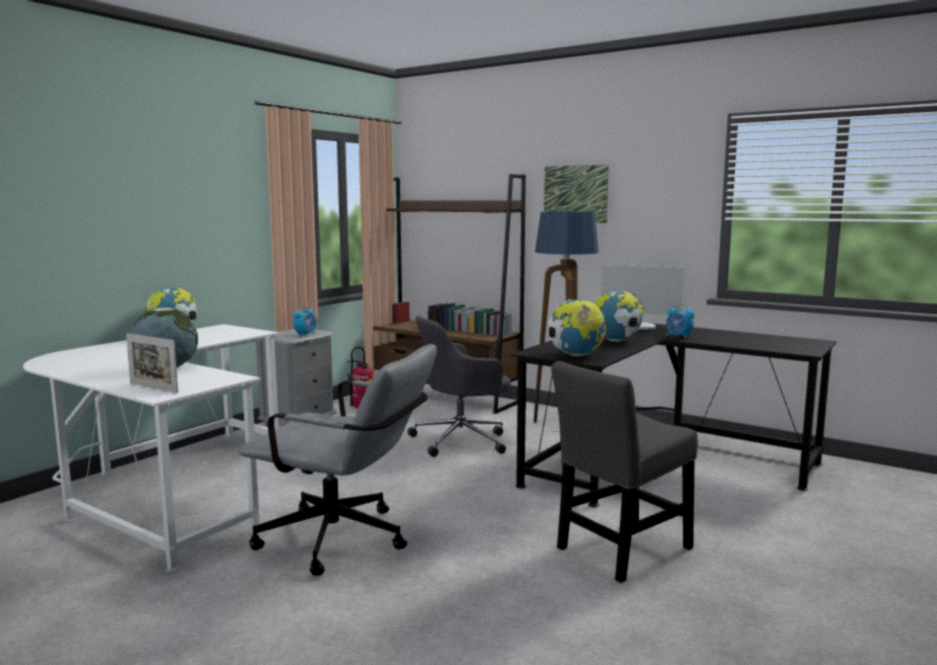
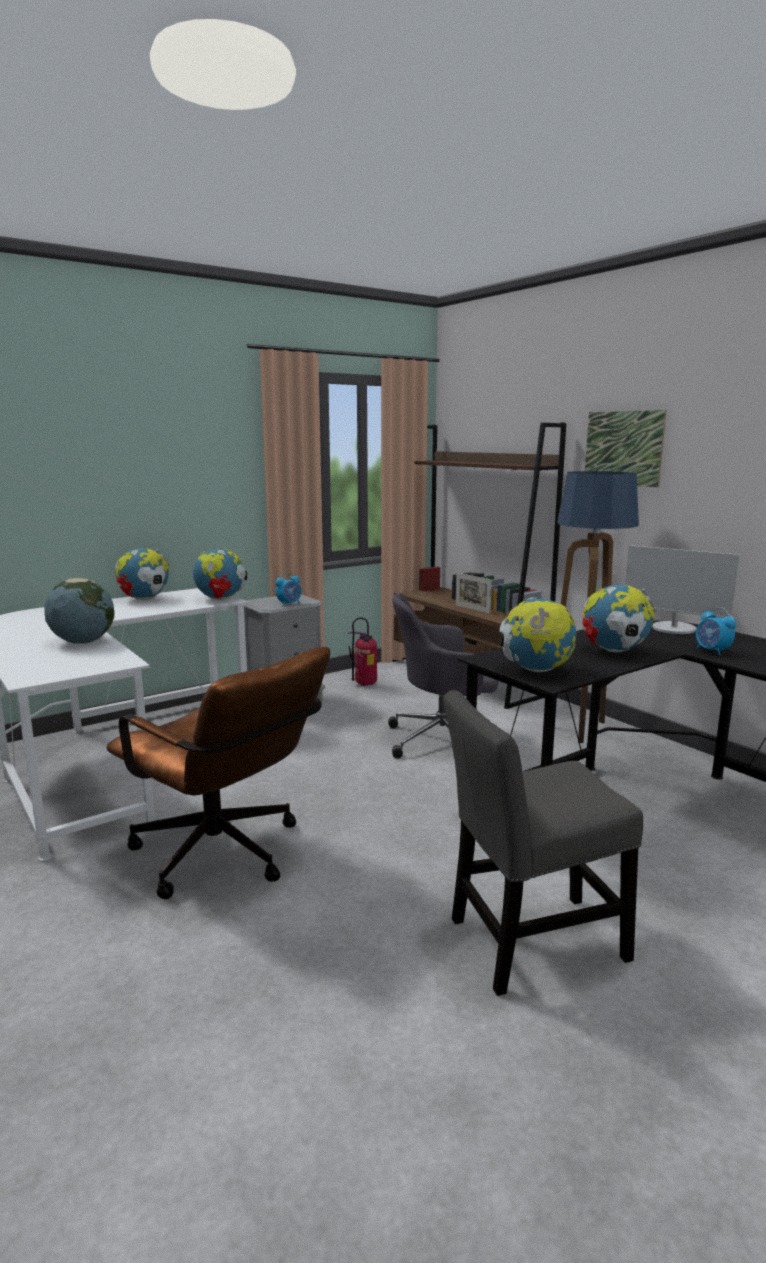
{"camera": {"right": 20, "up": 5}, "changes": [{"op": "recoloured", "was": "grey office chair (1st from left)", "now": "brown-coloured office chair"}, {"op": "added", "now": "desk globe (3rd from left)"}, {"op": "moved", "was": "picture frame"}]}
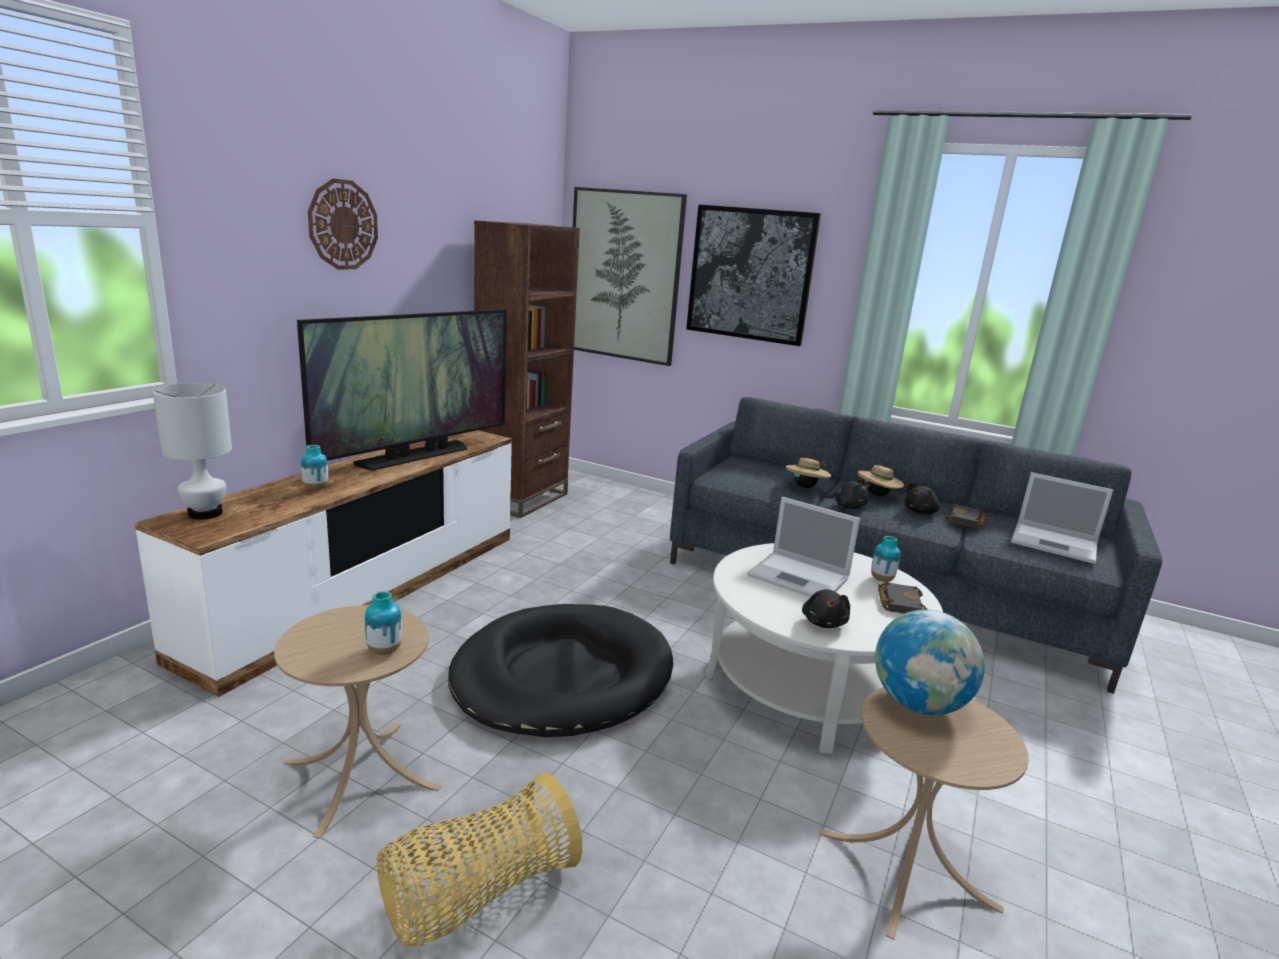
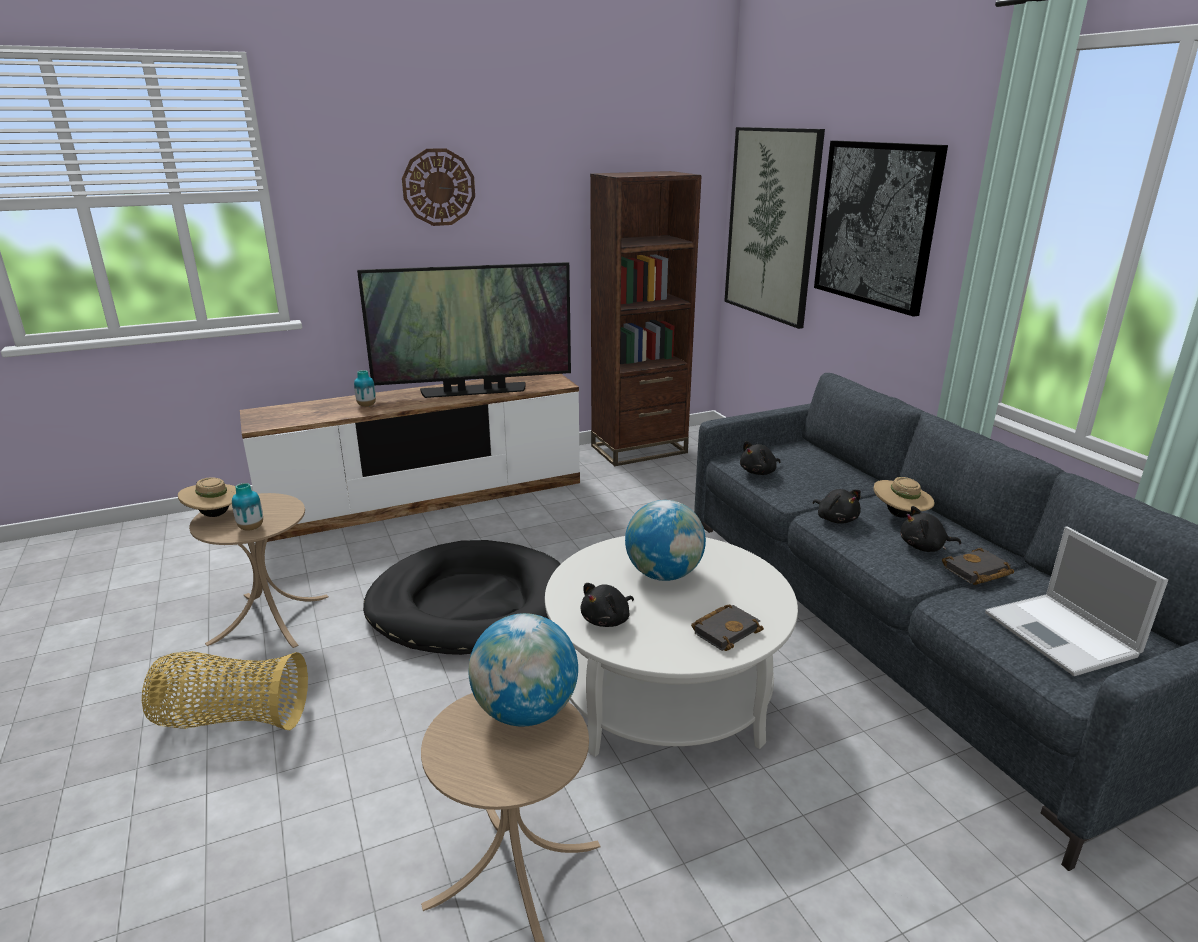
{"camera": {"right": 40, "up": 5}, "changes": [{"op": "moved", "was": "beige clothing hat (1st from left)"}, {"op": "replaced", "was": "laptop (1st from left)", "now": "desk globe (2nd from left)"}, {"op": "added", "now": "black plush toy (2nd from left)"}, {"op": "removed", "was": "white tabletop lamp"}, {"op": "removed", "was": "vase (3rd from left)"}]}
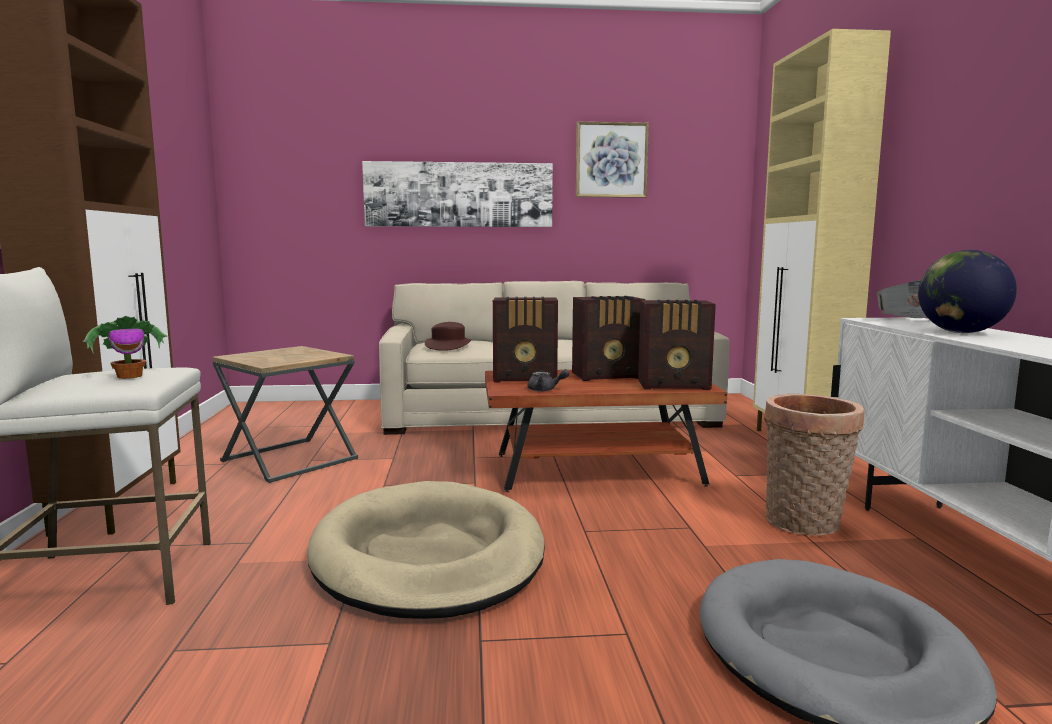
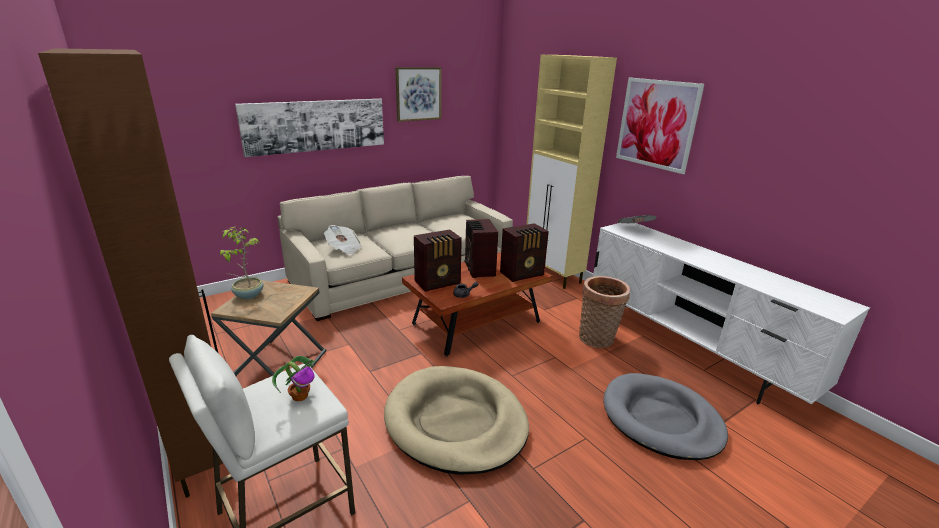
{"camera": {"right": -30, "up": 15}, "changes": [{"op": "added", "now": "potted plant (1st from left)"}, {"op": "replaced", "was": "brown-coloured clothing hat", "now": "daily paper (1st from left)"}, {"op": "turned", "was": "radio receiver (2nd from left)", "clockwise": 120}, {"op": "added", "now": "wall picture (3rd from left)"}, {"op": "removed", "was": "desk globe"}]}
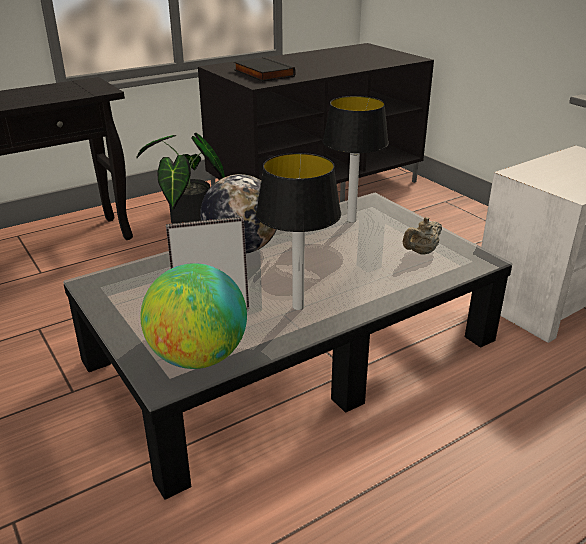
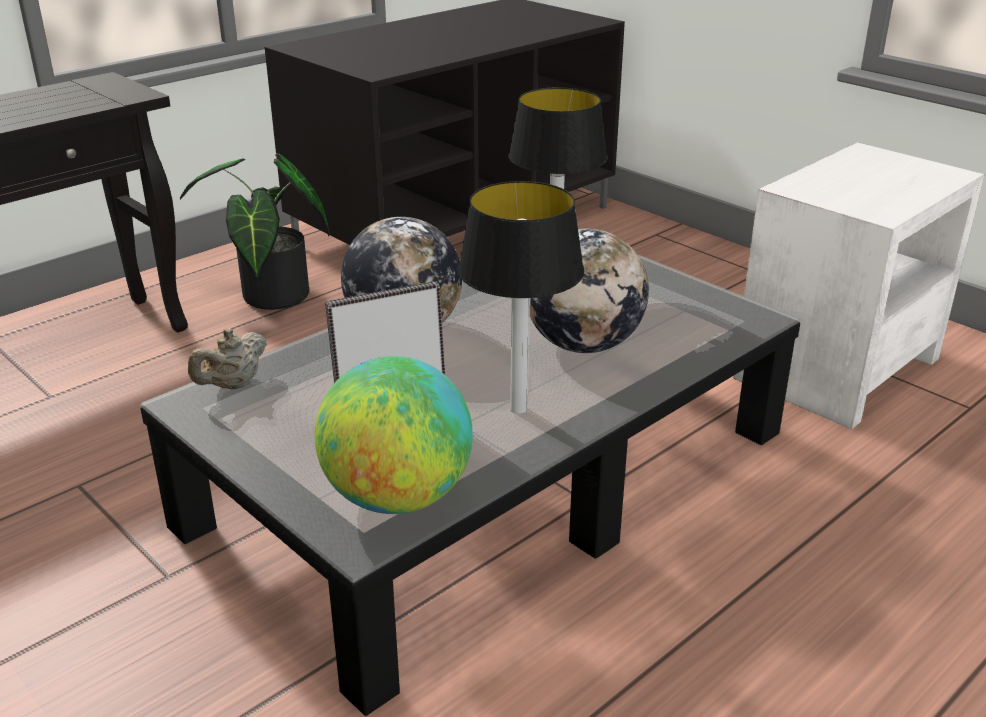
{"camera": {"right": -10, "up": 0}, "changes": [{"op": "moved", "was": "beige pot for tea"}, {"op": "added", "now": "desk globe (3rd from left)"}, {"op": "removed", "was": "black bound book"}]}
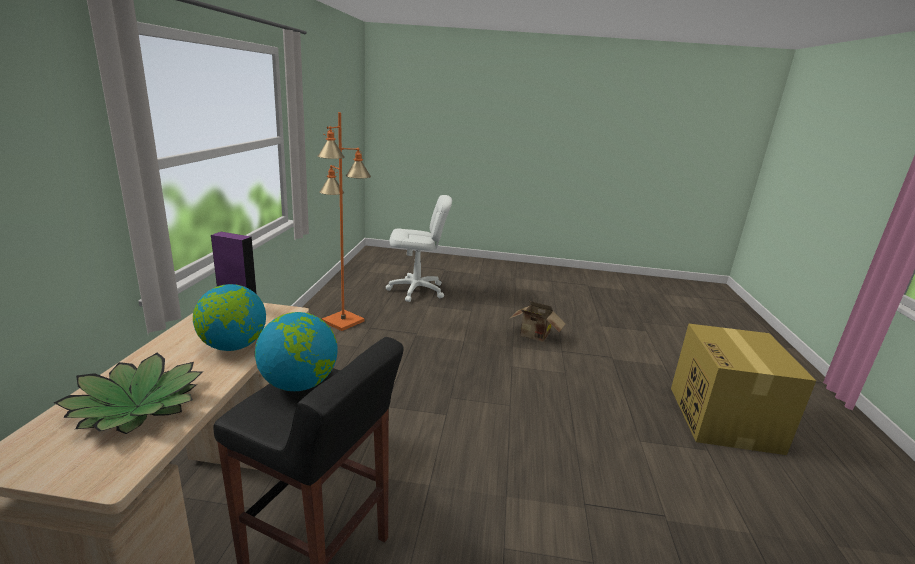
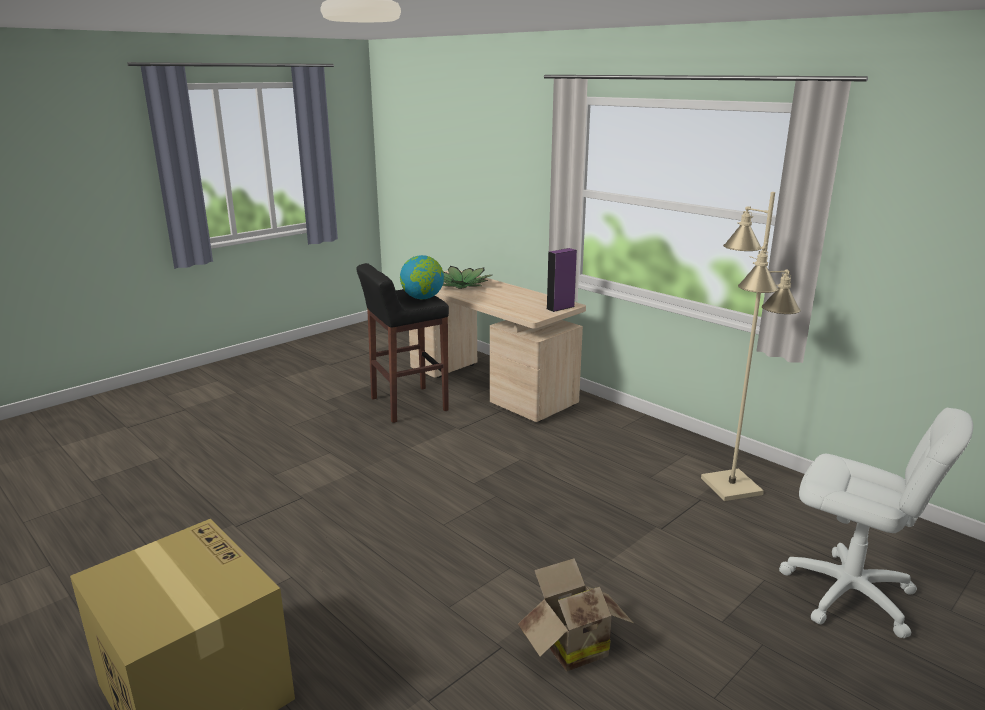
{"camera": {"right": 130, "up": 0}, "changes": [{"op": "recoloured", "was": "orange standard lamp", "now": "beige standard lamp"}, {"op": "turned", "was": "white office chair", "clockwise": -90}, {"op": "removed", "was": "desk globe (1st from left)"}]}
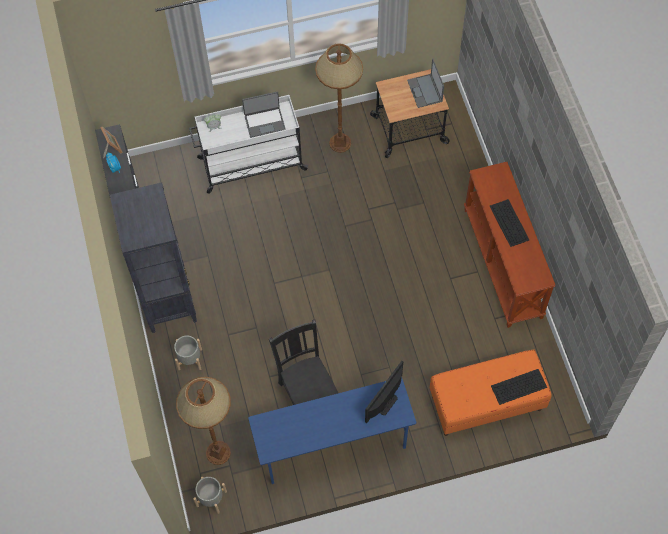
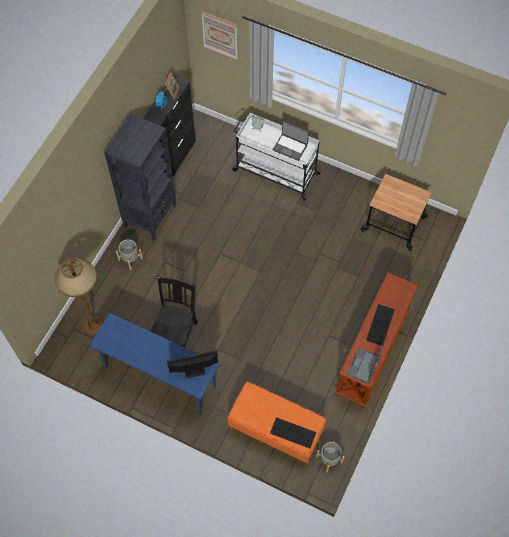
{"camera": {"right": 40, "up": 0}, "changes": [{"op": "added", "now": "wall picture"}, {"op": "moved", "was": "grey flower pot (2nd from left)"}, {"op": "moved", "was": "laptop (2nd from left)"}, {"op": "removed", "was": "brown-coloured standard lamp (2nd from left)"}]}
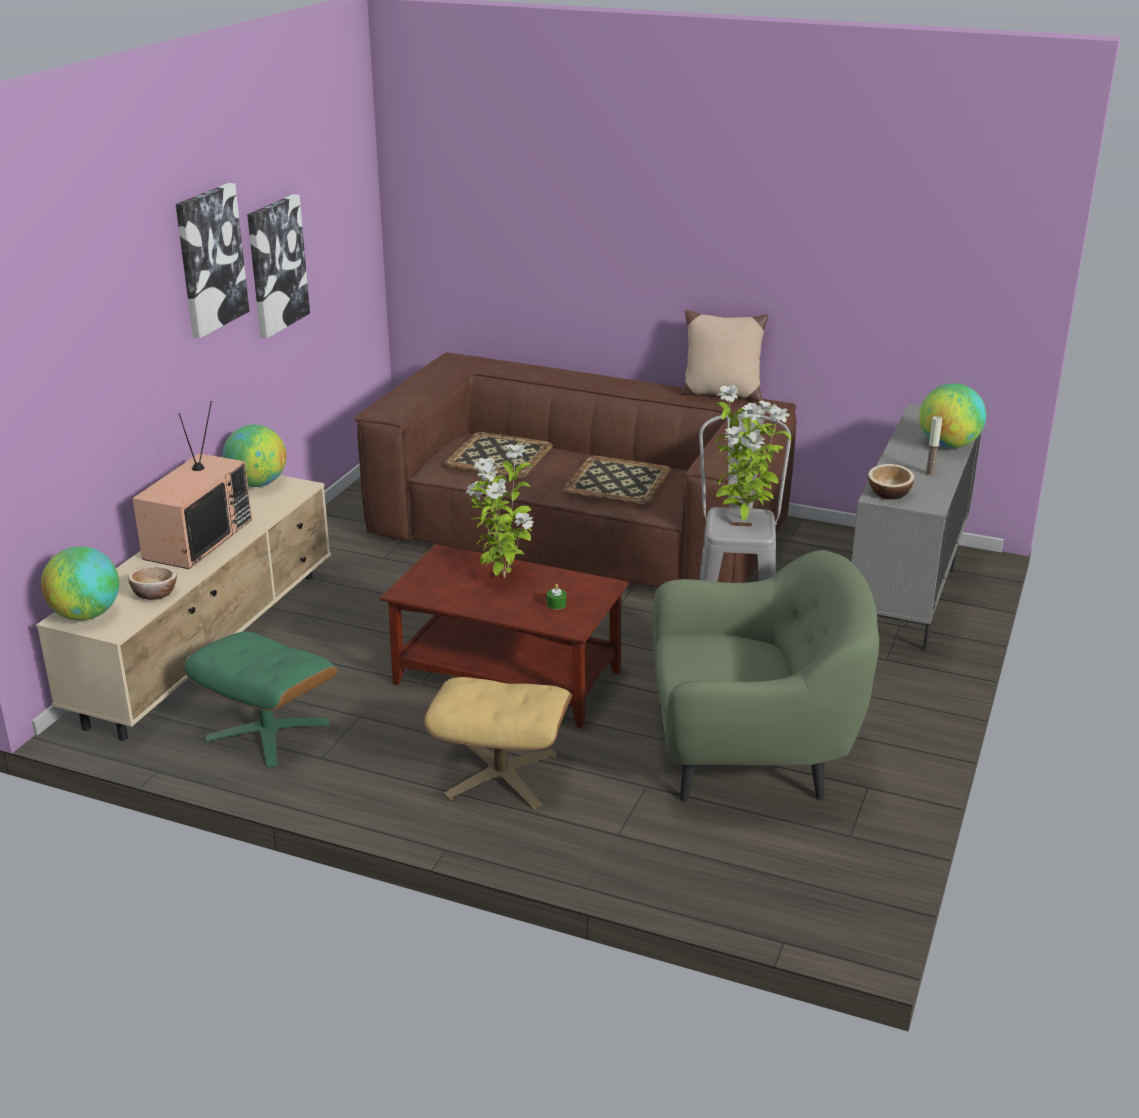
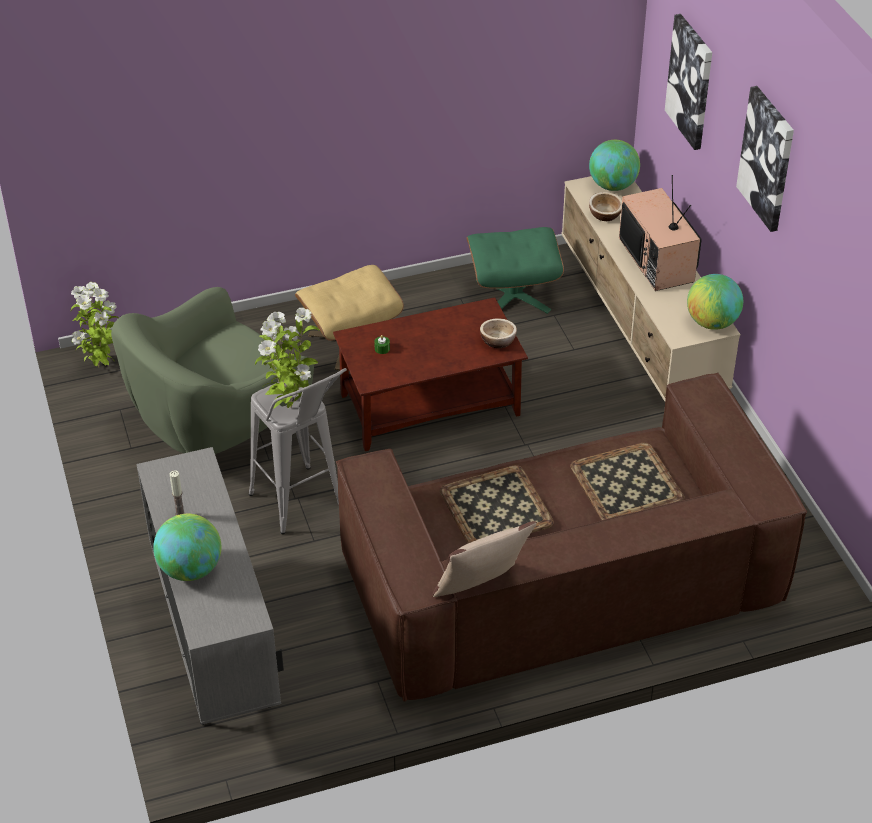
{"camera": {"right": 140, "up": 15}, "changes": [{"op": "moved", "was": "potted plant (1st from left)"}, {"op": "moved", "was": "serving bowl (2nd from left in the first image)", "now": "serving bowl (1st from left)"}, {"op": "moved", "was": "wall picture (2nd from left in the first image)", "now": "wall picture (1st from left)"}]}
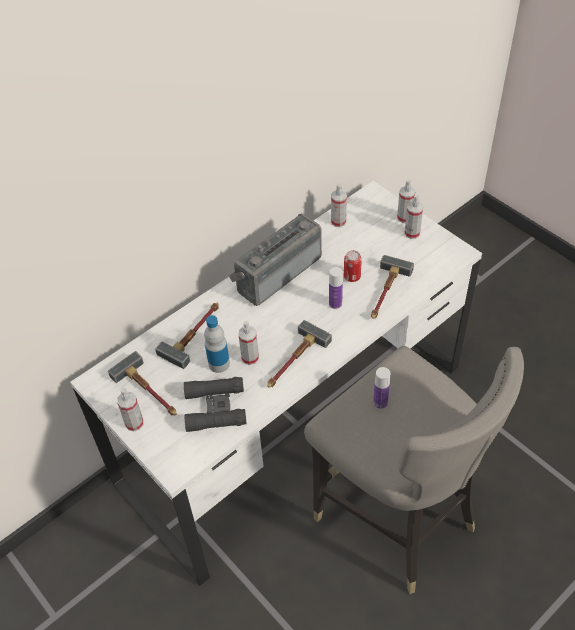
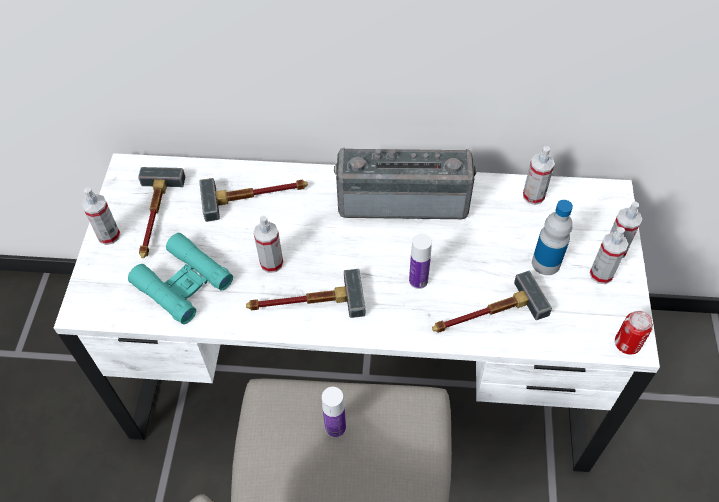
{"camera": {"right": 45, "up": 5}, "changes": [{"op": "recoloured", "was": "black field glasses", "now": "blue-green field glasses"}, {"op": "moved", "was": "bottle (1st from left in the first image)", "now": "bottle (3rd from left)"}, {"op": "moved", "was": "sealed can"}]}
